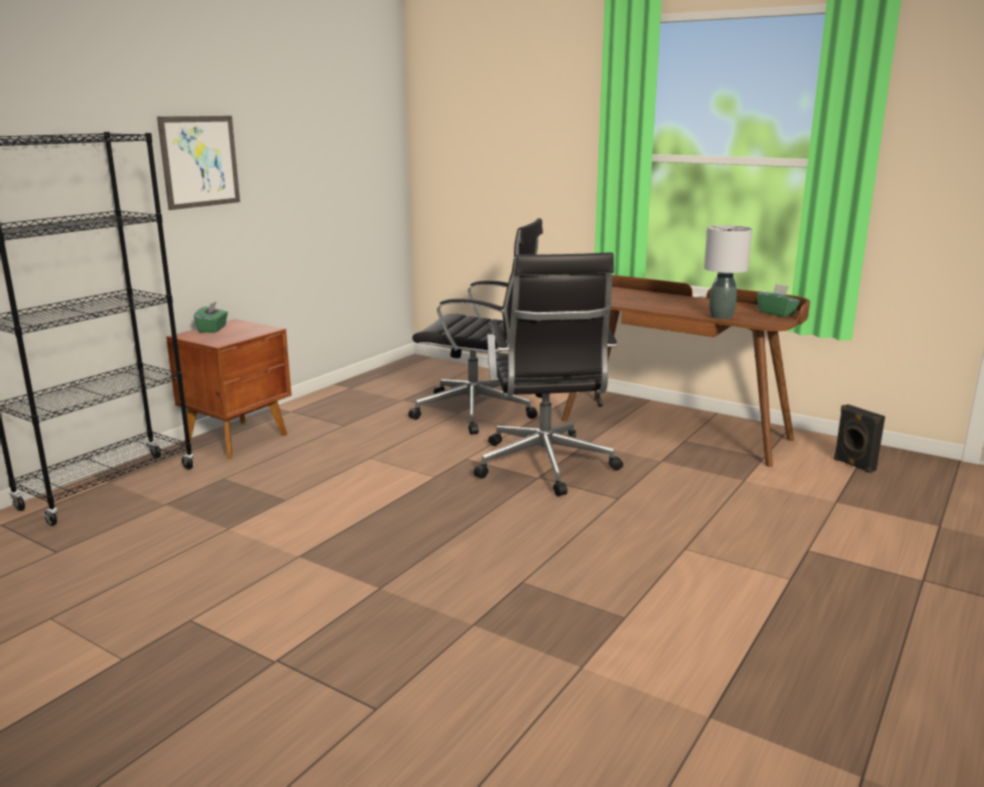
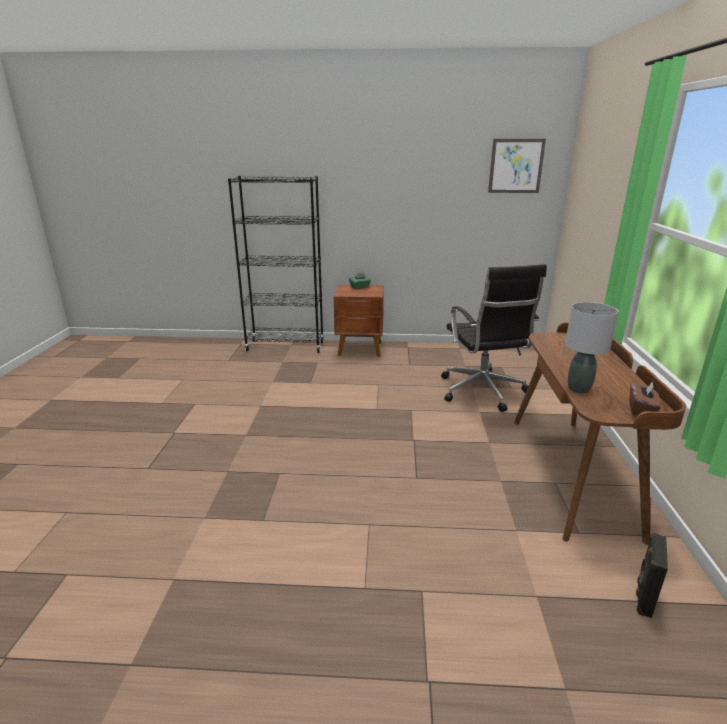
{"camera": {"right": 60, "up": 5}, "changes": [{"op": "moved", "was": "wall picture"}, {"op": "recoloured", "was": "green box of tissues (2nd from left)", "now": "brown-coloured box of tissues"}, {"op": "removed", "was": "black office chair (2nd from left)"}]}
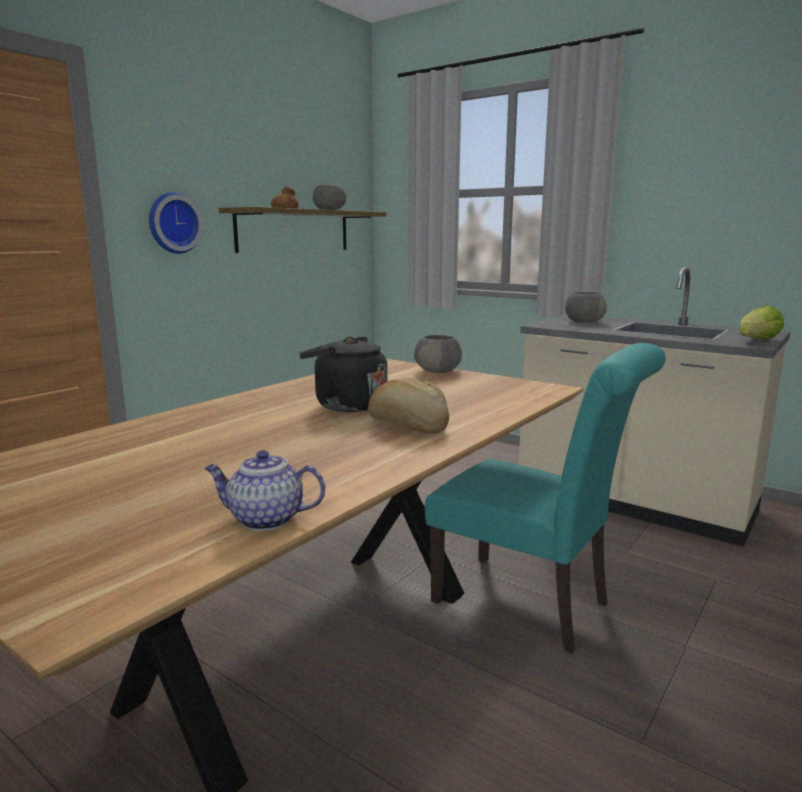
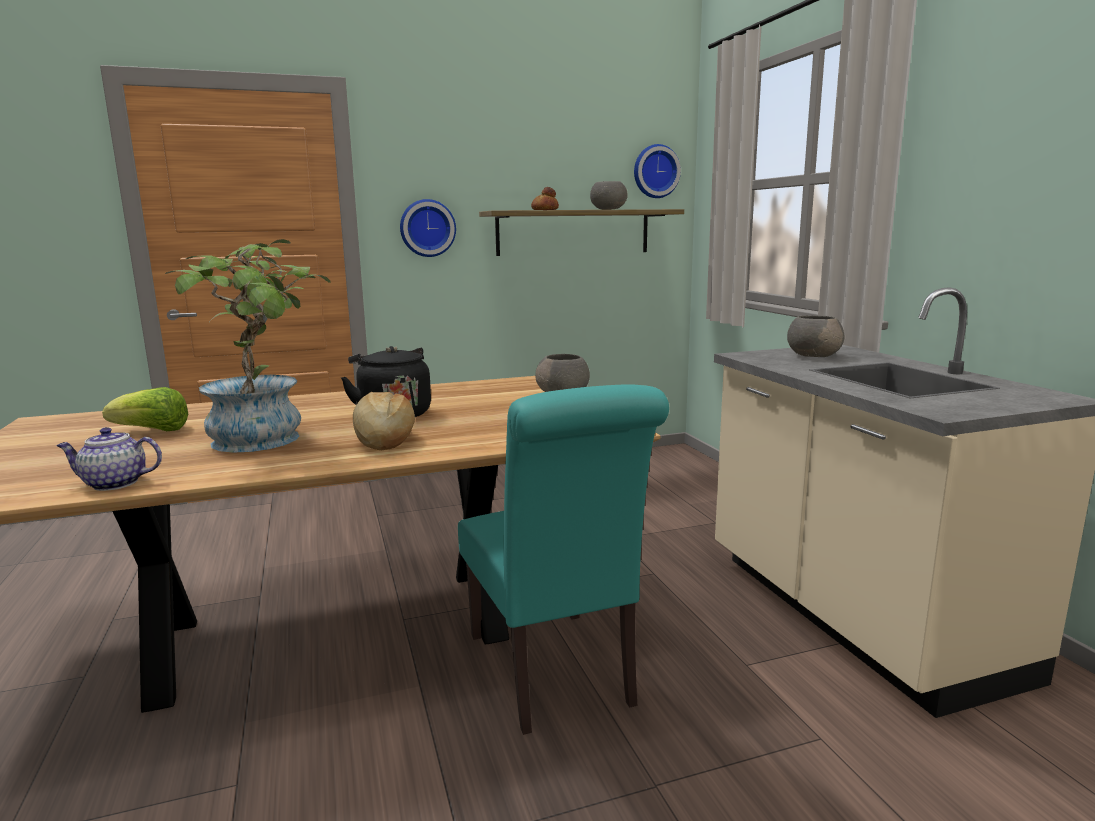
{"camera": {"right": 35, "up": 0}, "changes": [{"op": "turned", "was": "pot for tea", "clockwise": -45}, {"op": "moved", "was": "lettuce head"}, {"op": "added", "now": "potted plant"}, {"op": "added", "now": "wall clock (2nd from left)"}]}
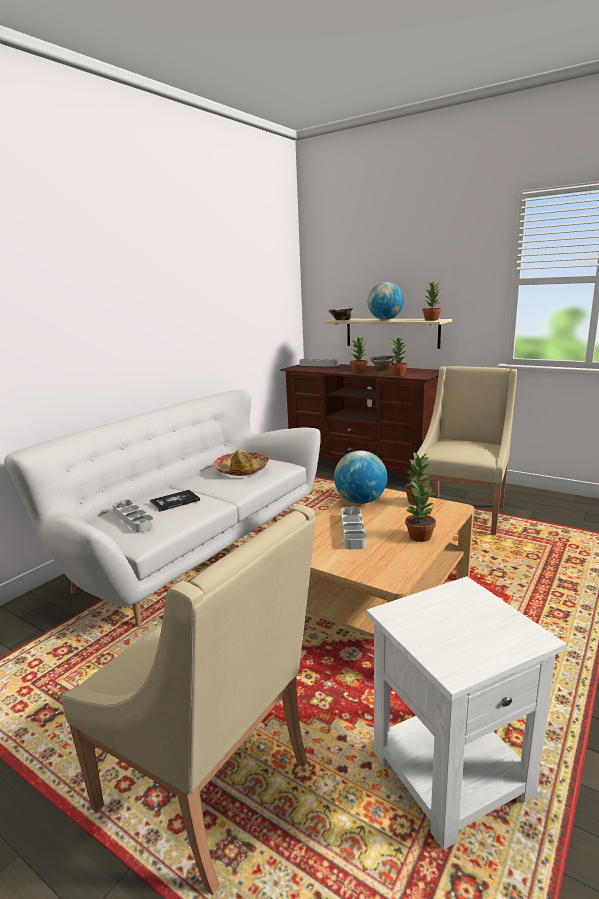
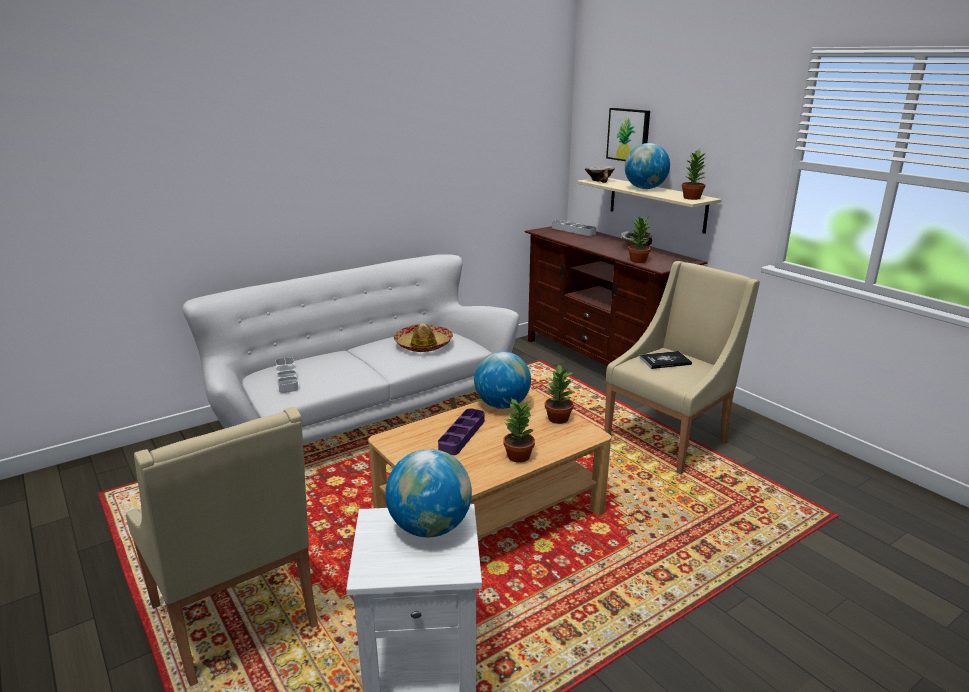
{"camera": {"right": 20, "up": 5}, "changes": [{"op": "added", "now": "desk globe (1st from left)"}, {"op": "recoloured", "was": "grey serving tray (3rd from left)", "now": "purplish serving tray"}, {"op": "added", "now": "wall picture"}, {"op": "moved", "was": "bound book"}, {"op": "removed", "was": "potted plant (1st from left)"}]}
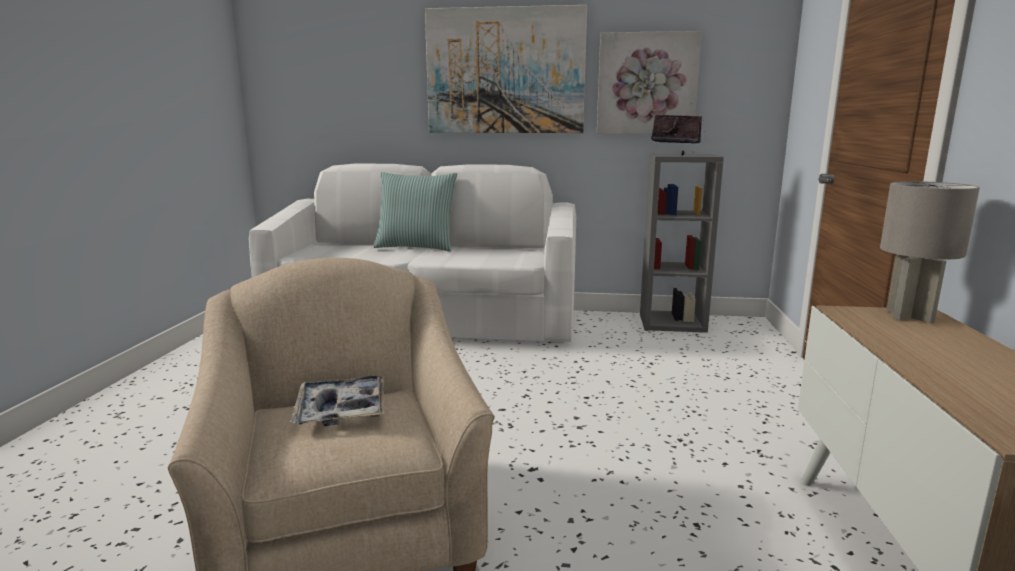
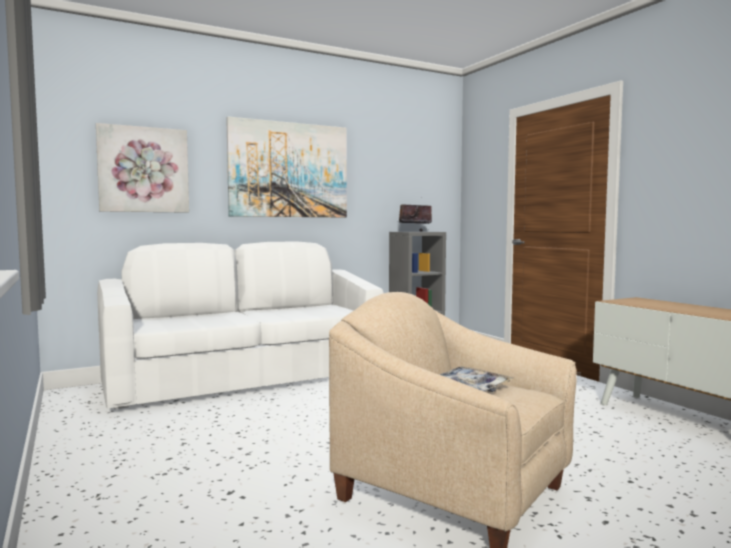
{"camera": {"right": -35, "up": -10}, "changes": [{"op": "moved", "was": "wall picture (2nd from left in the first image)", "now": "wall picture (1st from left)"}, {"op": "removed", "was": "cushion"}, {"op": "removed", "was": "grey tabletop lamp"}]}
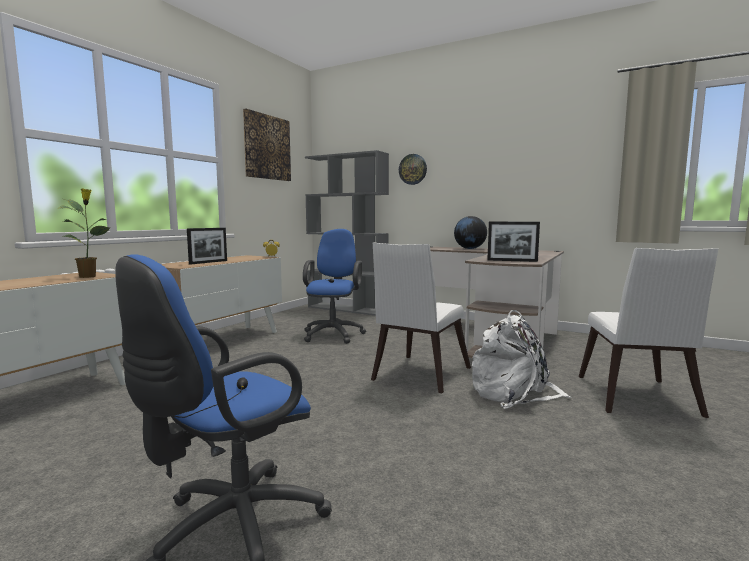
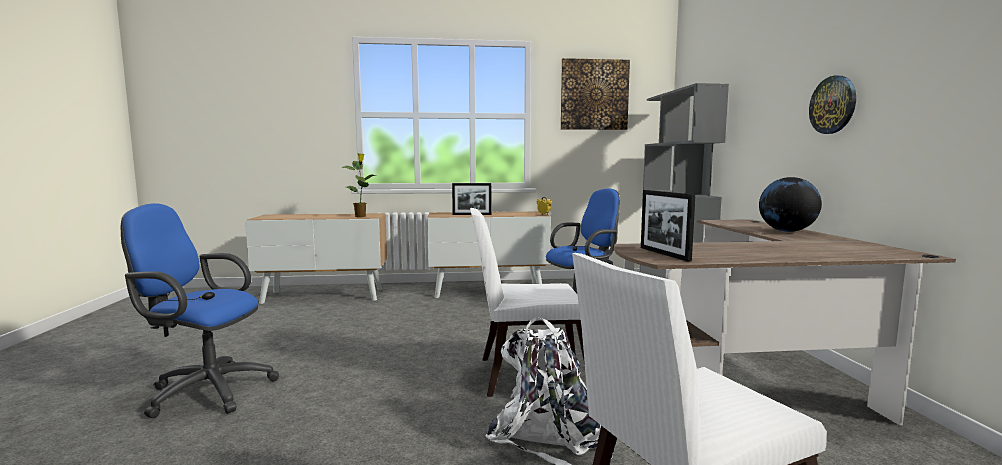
{"camera": {"right": 55, "up": 0}, "changes": [{"op": "moved", "was": "wall clock"}]}
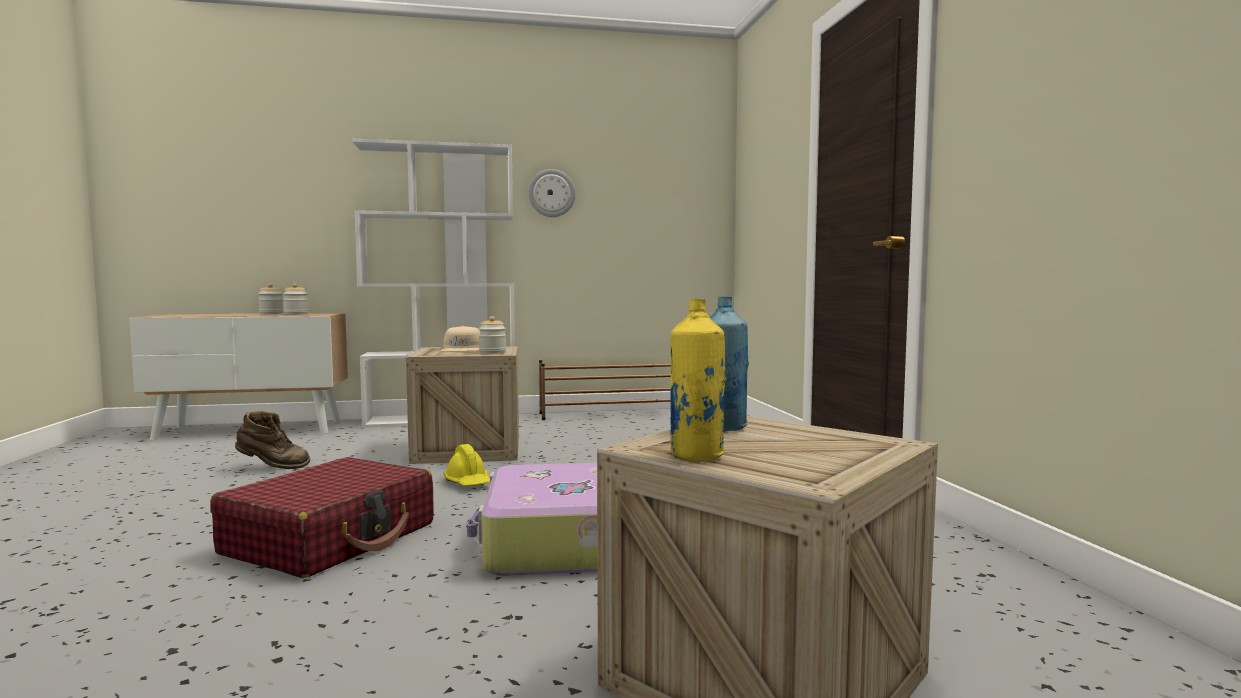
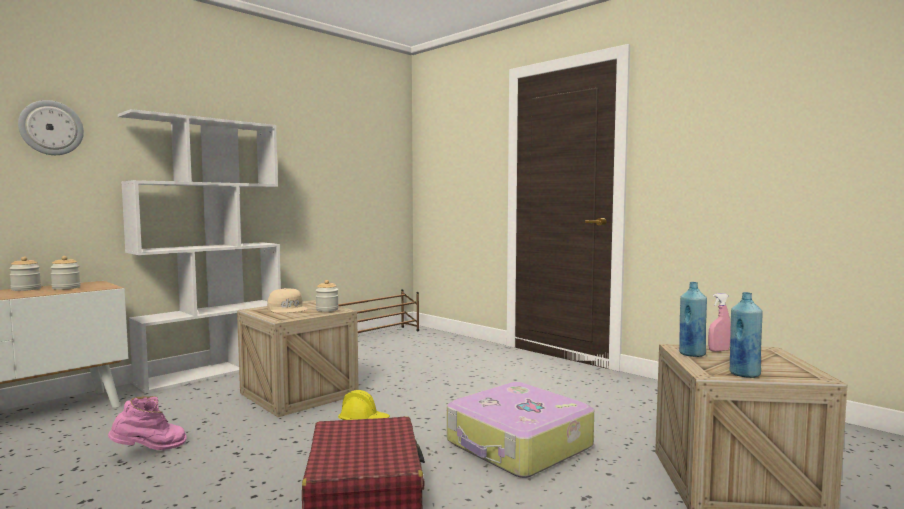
{"camera": {"right": -35, "up": 0}, "changes": [{"op": "moved", "was": "wall clock"}, {"op": "recoloured", "was": "brown-coloured high-top boot", "now": "pink high-top boot"}, {"op": "added", "now": "pink hand sprayer"}, {"op": "recoloured", "was": "yellow bottle", "now": "blue bottle (2nd from left)"}]}
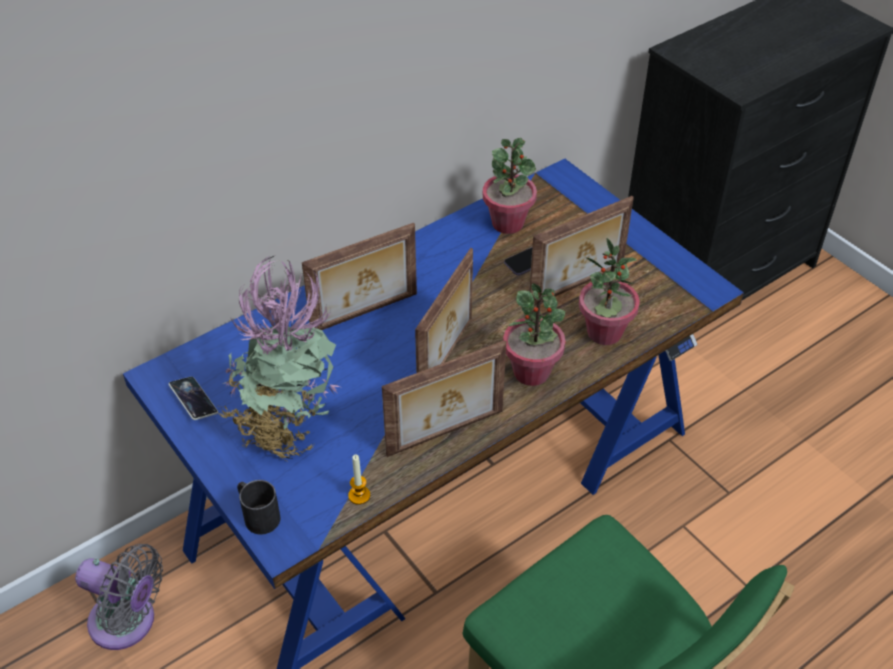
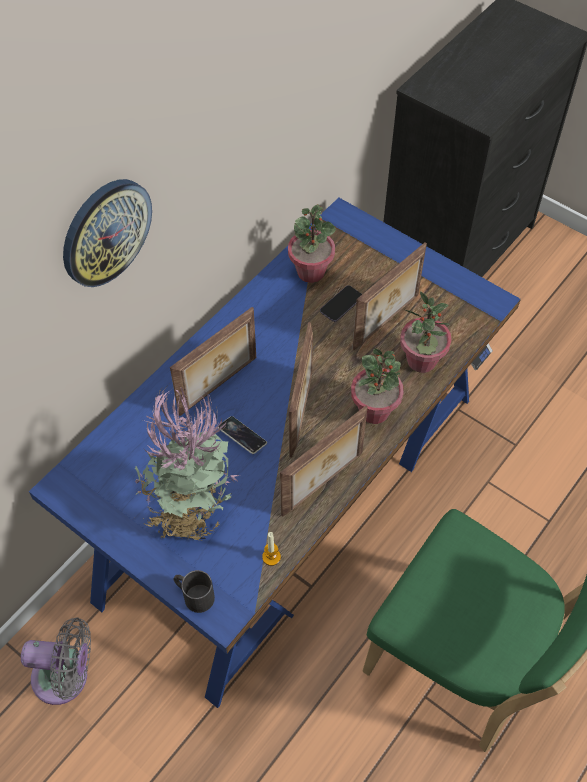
{"camera": {"right": -15, "up": 10}, "changes": [{"op": "added", "now": "wall clock"}, {"op": "moved", "was": "handset (1st from left)"}]}
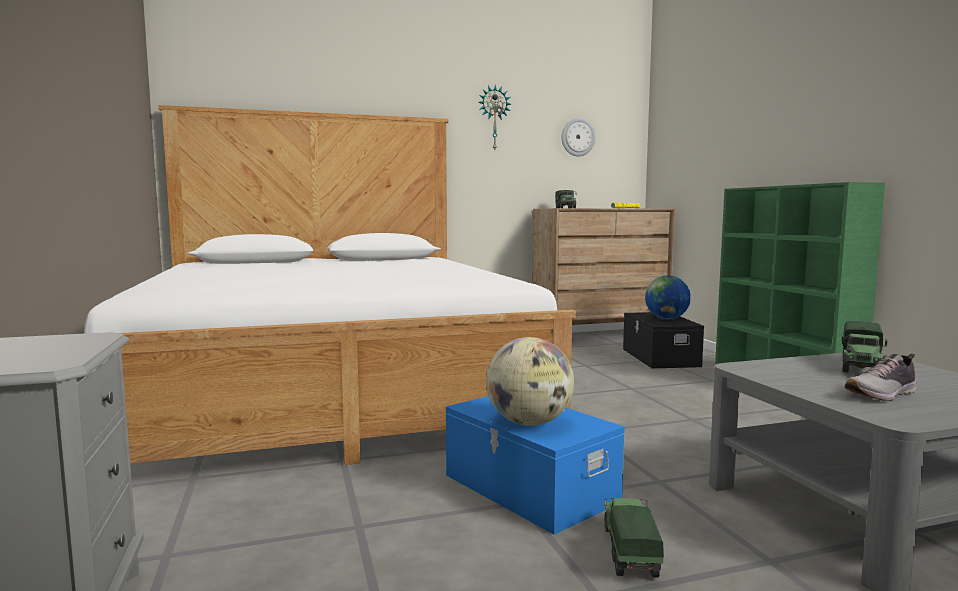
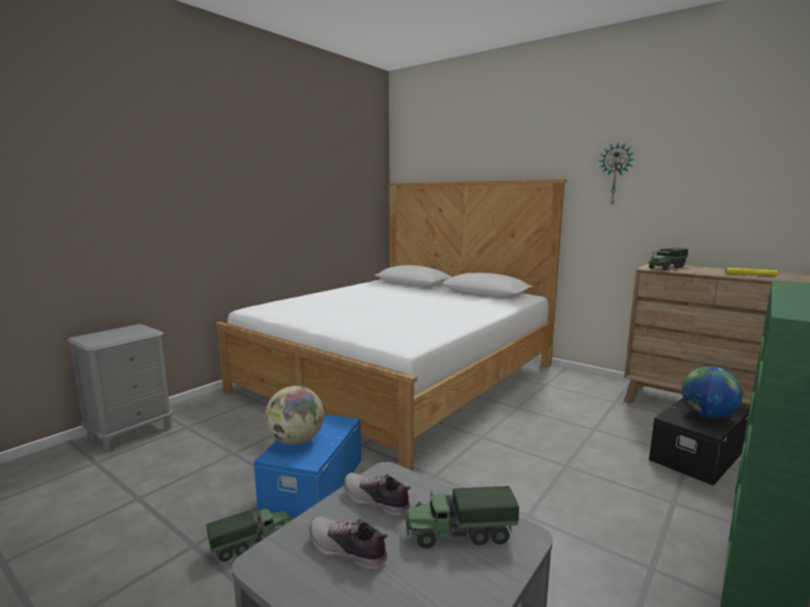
{"camera": {"right": 55, "up": 5}, "changes": [{"op": "added", "now": "item of footwear (2nd from left)"}, {"op": "removed", "was": "wall clock (2nd from left)"}]}
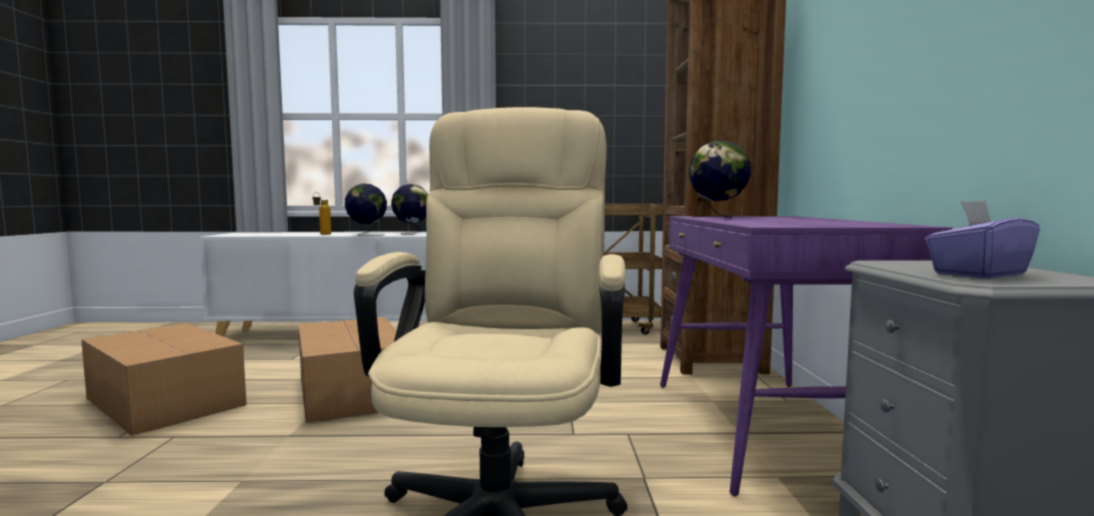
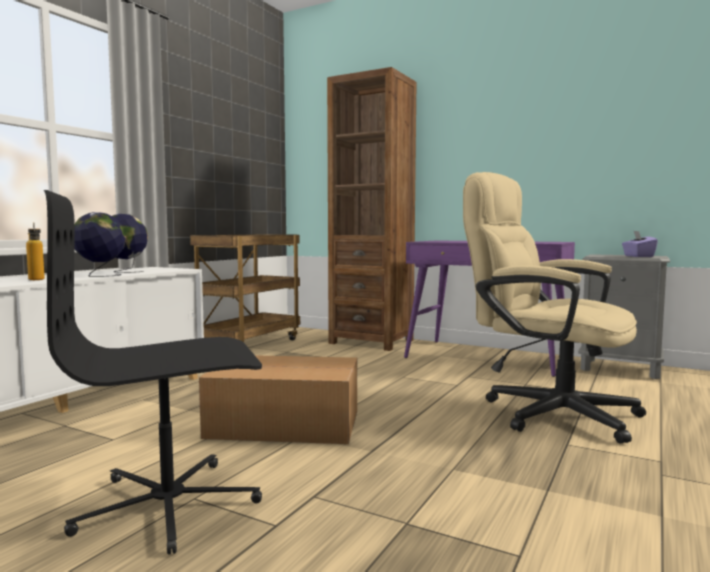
{"camera": {"right": -60, "up": 0}, "changes": [{"op": "replaced", "was": "packing box (1st from left)", "now": "black office chair"}, {"op": "removed", "was": "desk globe (3rd from left)"}]}
